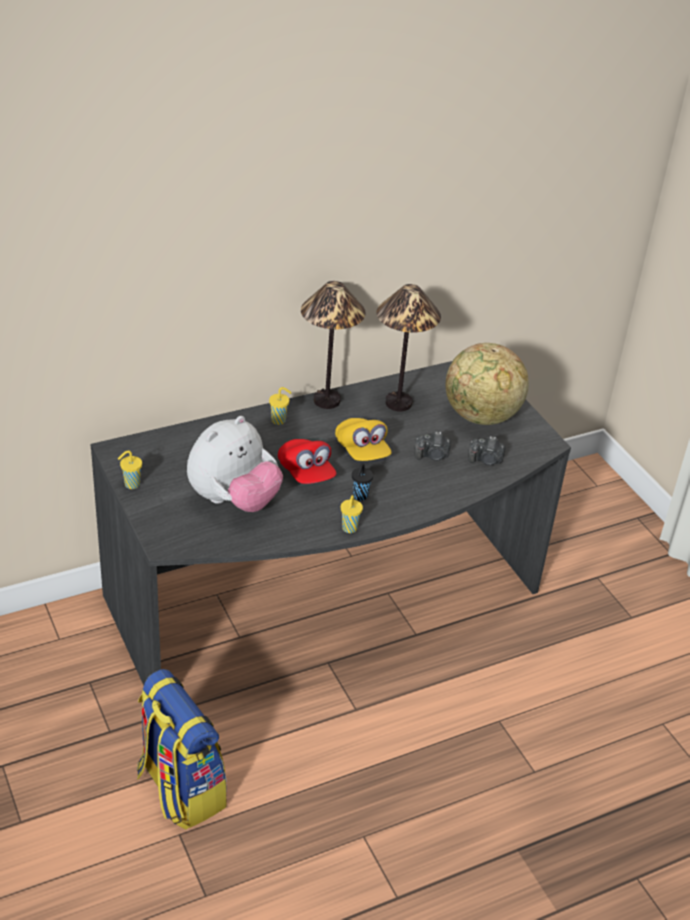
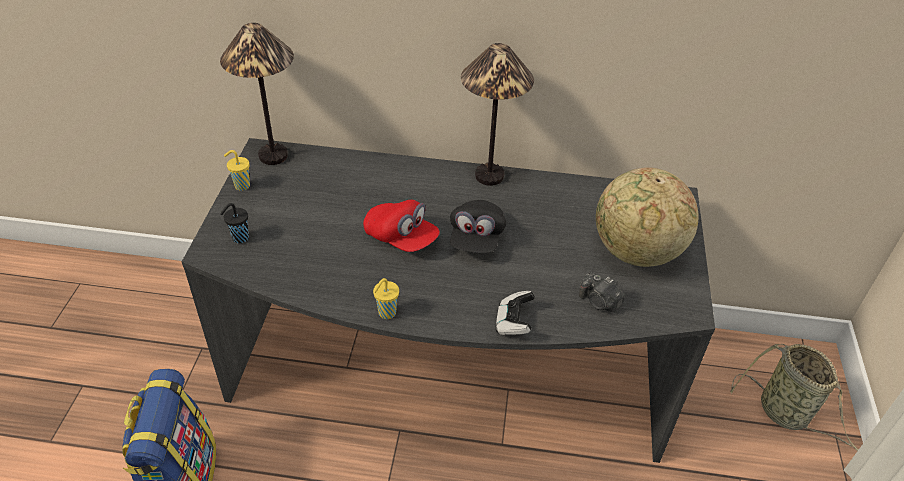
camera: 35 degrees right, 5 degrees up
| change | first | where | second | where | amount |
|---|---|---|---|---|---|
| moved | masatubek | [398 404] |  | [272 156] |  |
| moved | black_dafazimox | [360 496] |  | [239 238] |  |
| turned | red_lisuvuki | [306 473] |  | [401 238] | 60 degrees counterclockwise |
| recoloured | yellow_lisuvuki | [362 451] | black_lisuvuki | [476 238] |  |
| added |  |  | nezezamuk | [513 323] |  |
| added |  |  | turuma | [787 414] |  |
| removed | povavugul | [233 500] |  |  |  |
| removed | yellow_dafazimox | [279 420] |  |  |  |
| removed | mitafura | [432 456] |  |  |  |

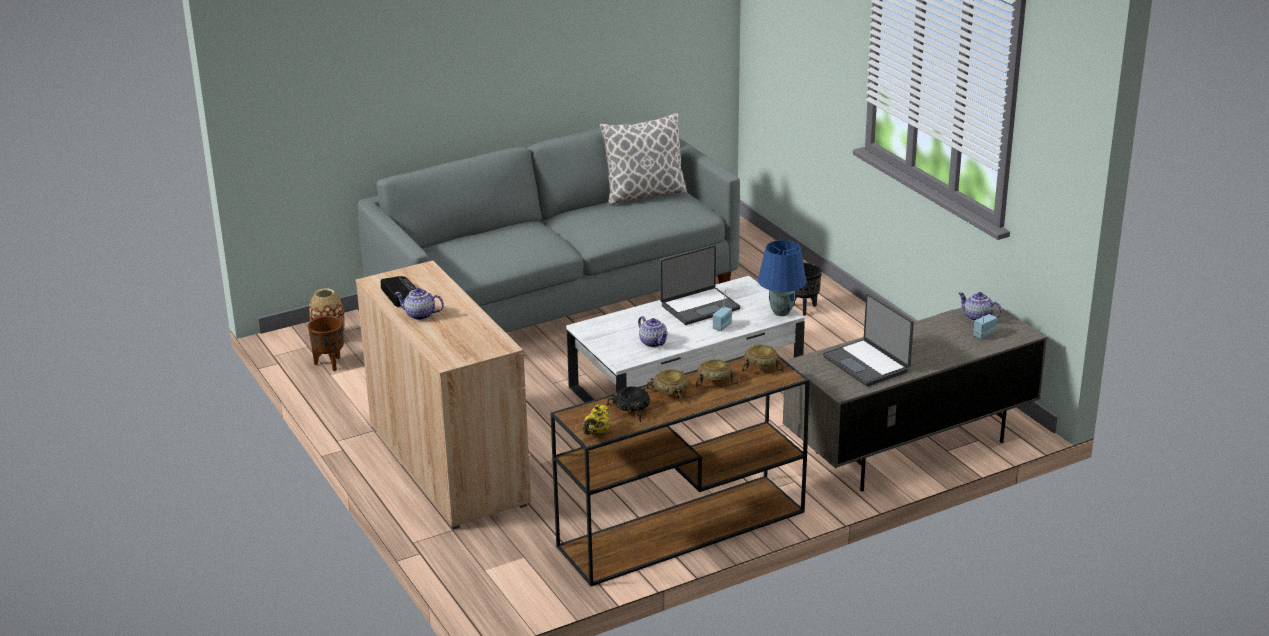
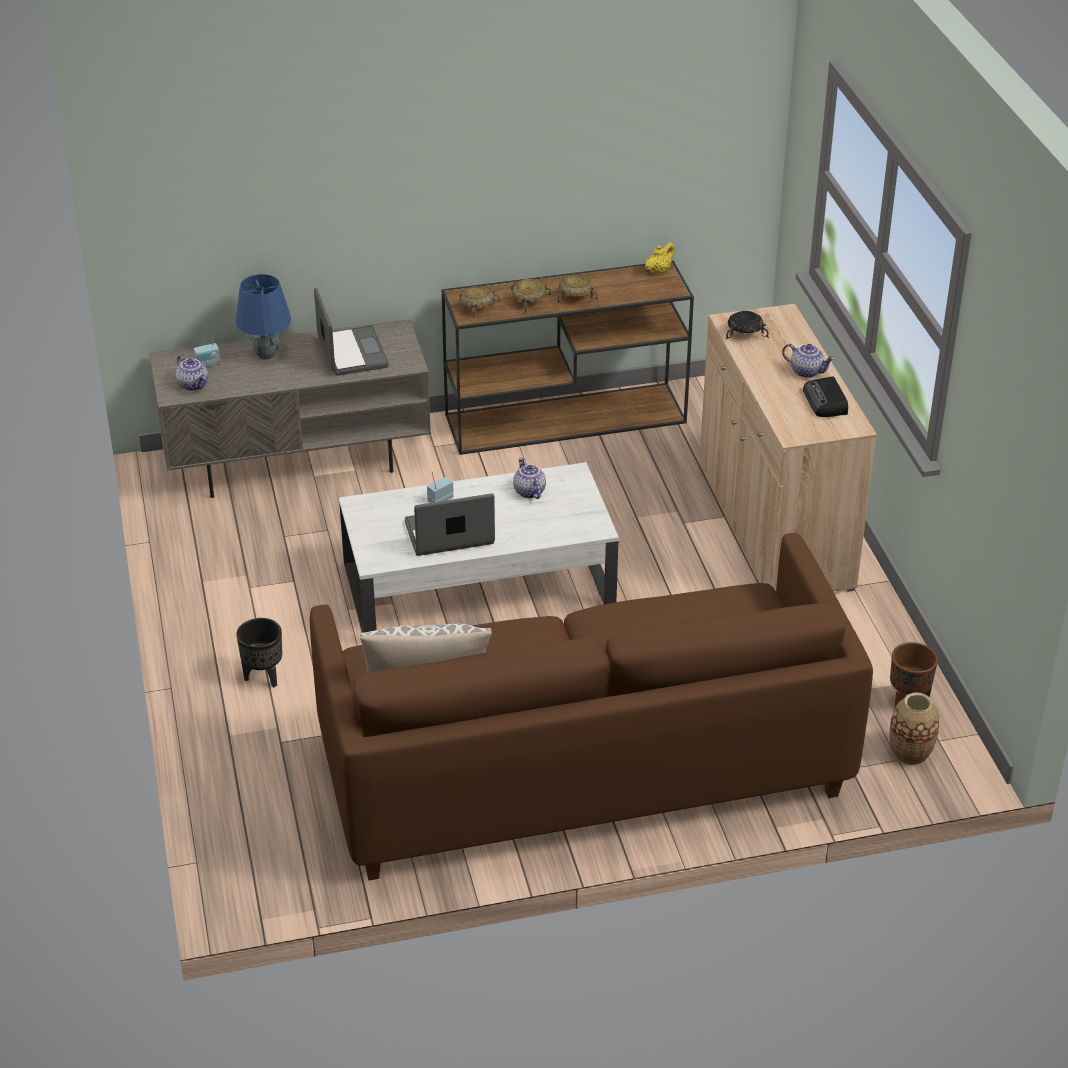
camera: 165 degrees left, 10 degrees up
| change | first | where | second | where | amount |
|---|---|---|---|---|---|
| moved | blue_masatubek | [781 312] |  | [266 355] |  |
| recoloured | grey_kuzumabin | [555 298] | brown_kuzumabin | [583 767] |  |
| moved | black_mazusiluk | [631 409] |  | [745 334] |  |

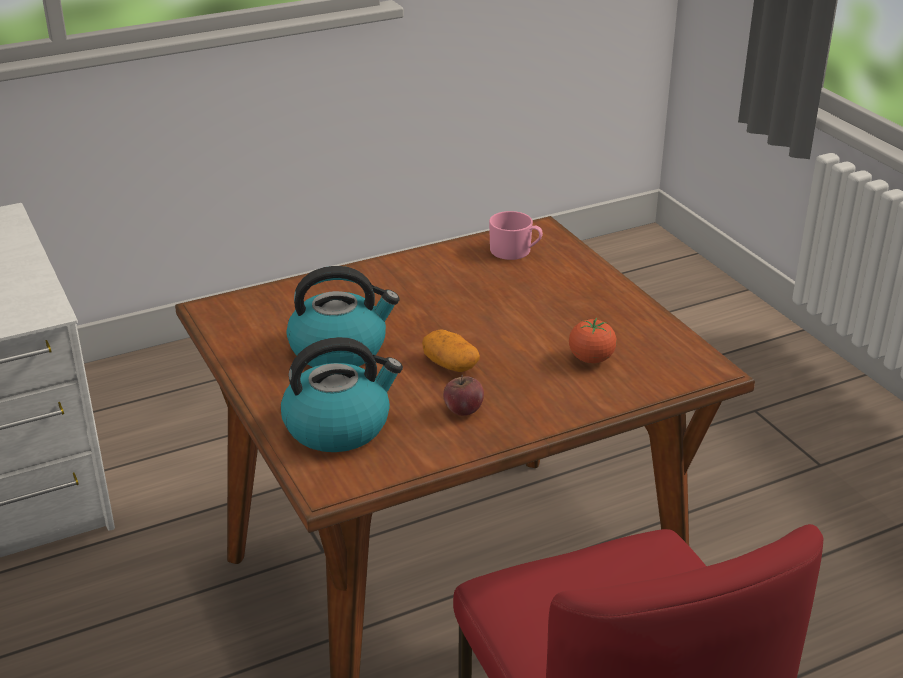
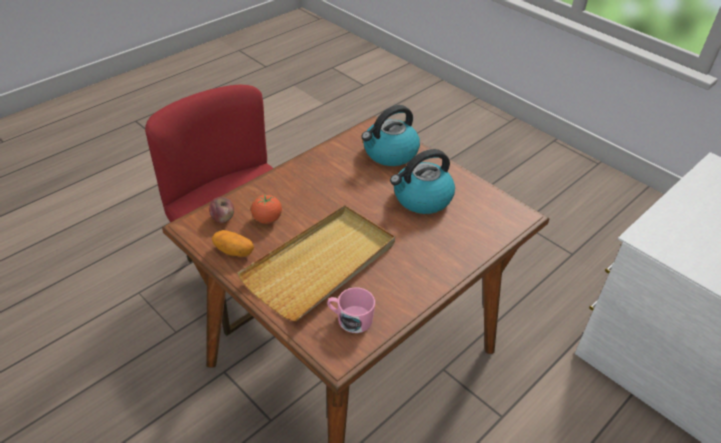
camera: 160 degrees right, 10 degrees up
| change | first | where | second | where | amount |
|---|---|---|---|---|---|
| moved | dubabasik | [463 410] |  | [223 218] |  |
| moved | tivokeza | [450 365] |  | [234 251] |  |
| added |  |  | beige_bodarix | [321 264] |  |

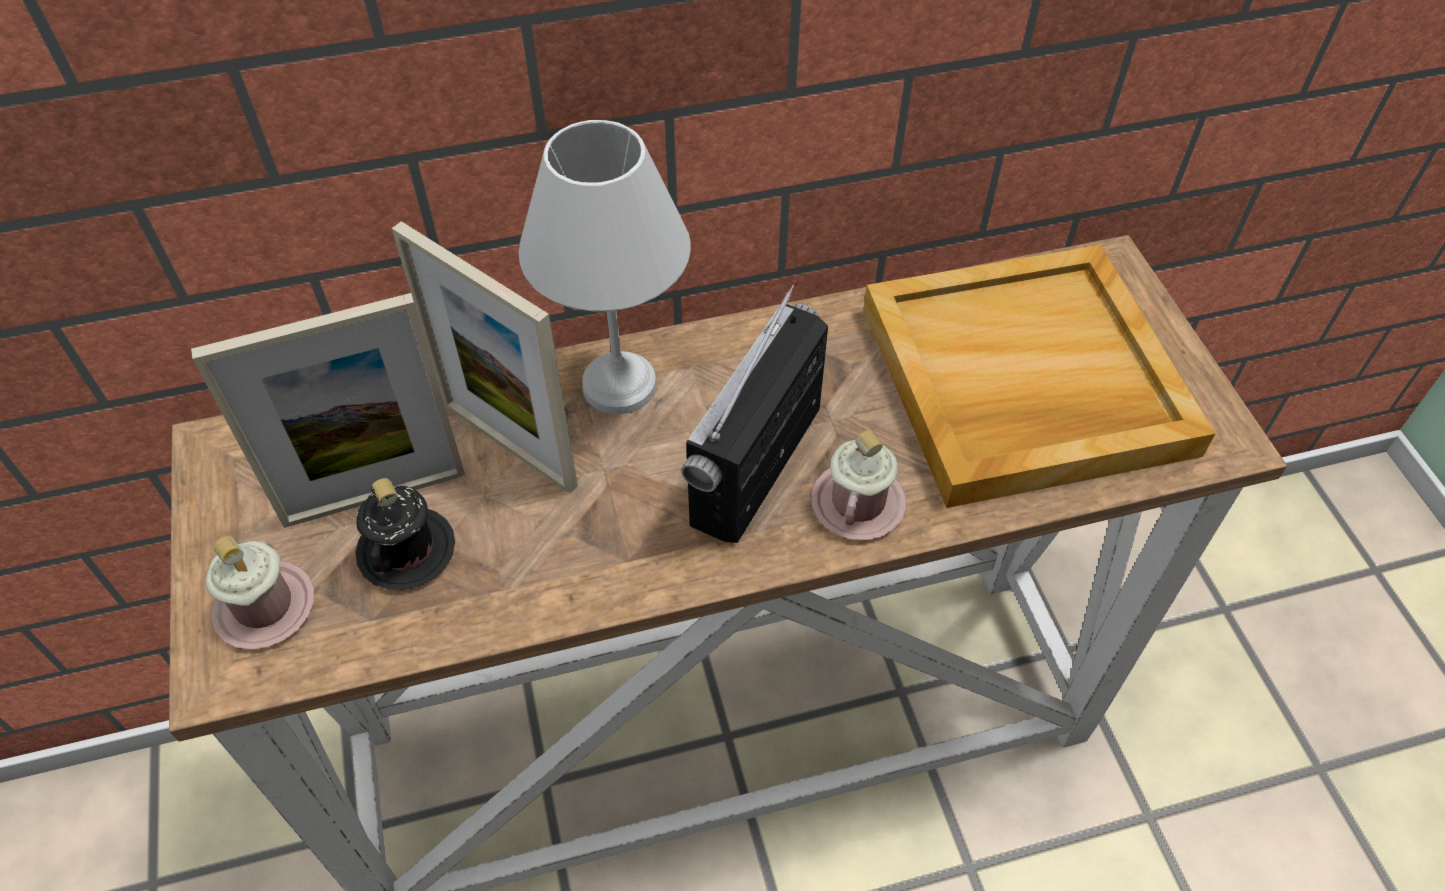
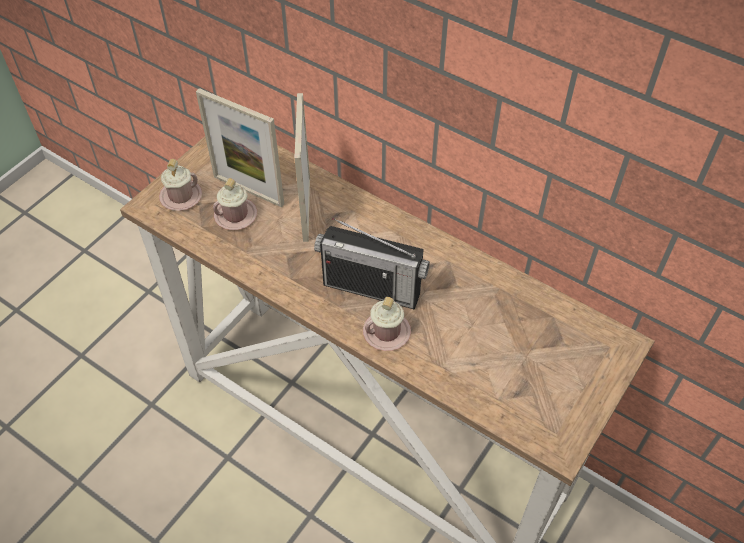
camera: 50 degrees right, 0 degrees up
| change | first | where | second | where | amount |
|---|---|---|---|---|---|
| recoloured | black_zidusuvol | [407 551] | pink_zidusuvol | [235 215] |  |
| turned | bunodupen | [756 465] |  | [372 288] | 150 degrees counterclockwise |
| removed | white_masatubek | [616 384] |  |  |  |
| removed | beige_bodarix | [1023 382] |  |  |  |

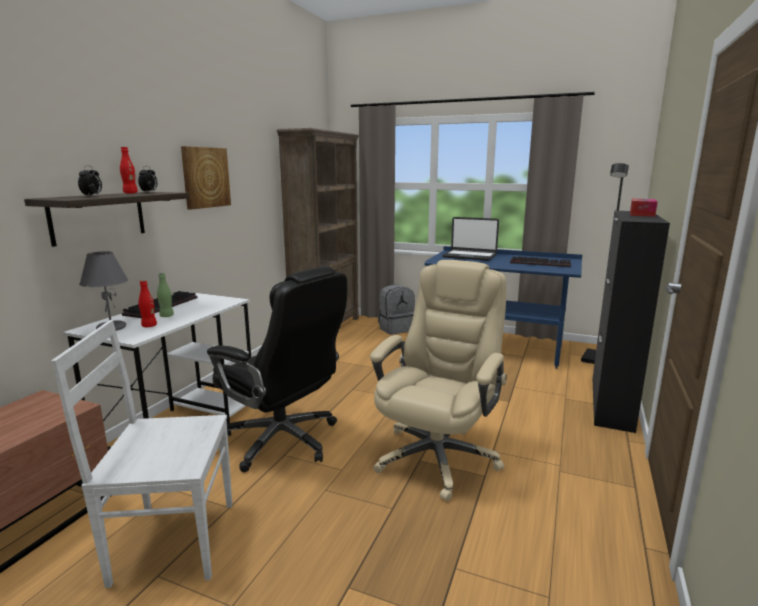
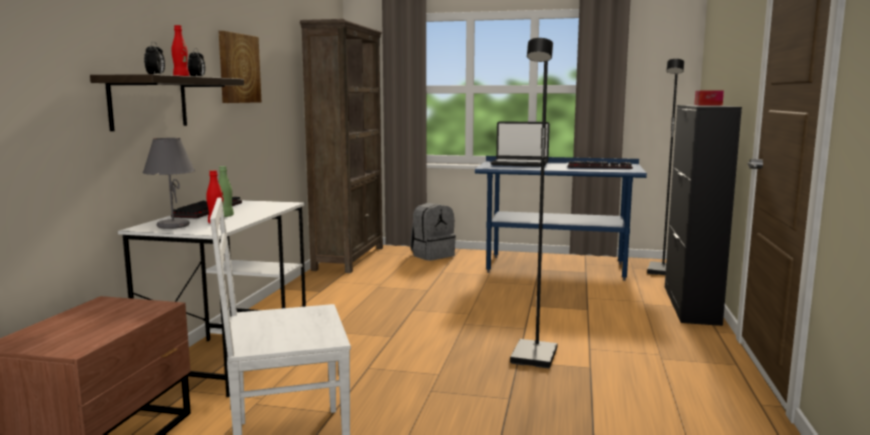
camera: 10 degrees left, 5 degrees down
| change | first | where | second | where | amount |
|---|---|---|---|---|---|
| replaced | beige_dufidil | [438 456] | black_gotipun | [535 357] |  |
| removed | black_dufidil | [284 440] |  |  |  |

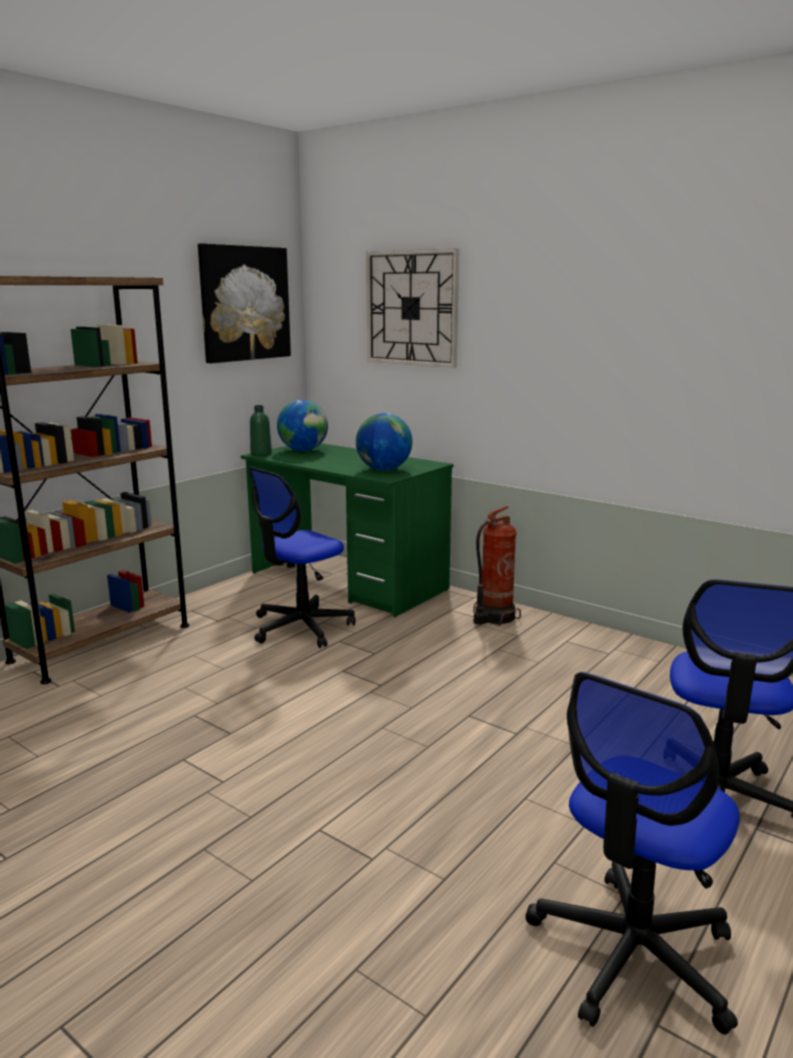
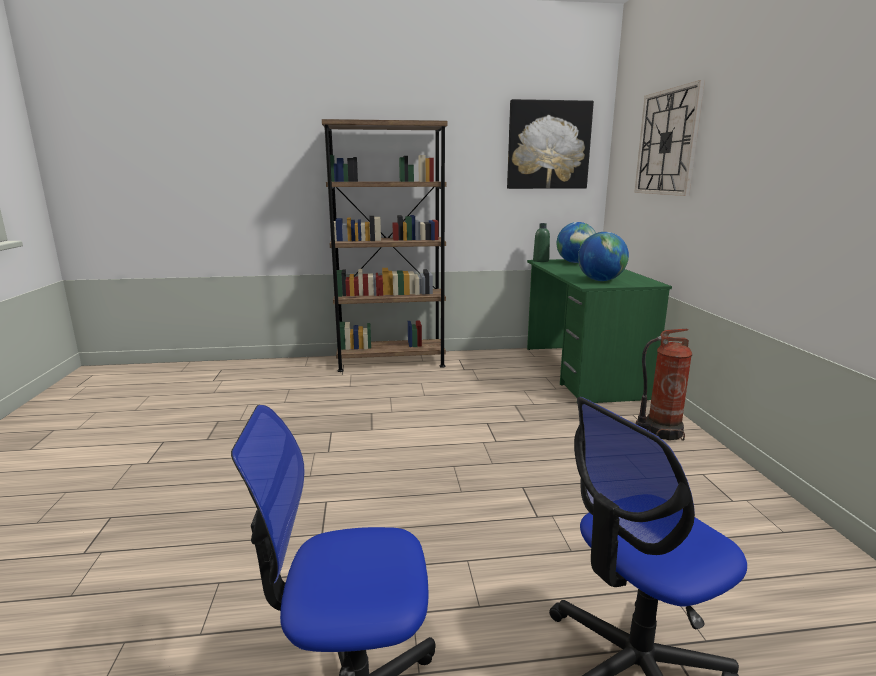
camera: 45 degrees right, 0 degrees up
| change | first | where | second | where | amount |
|---|---|---|---|---|---|
| removed | dufidil | [301 627] |  |  |  |

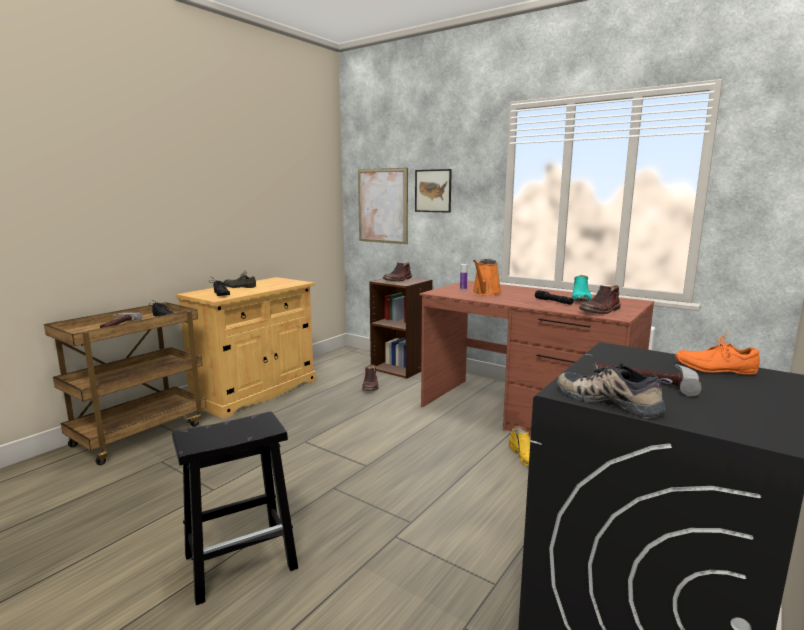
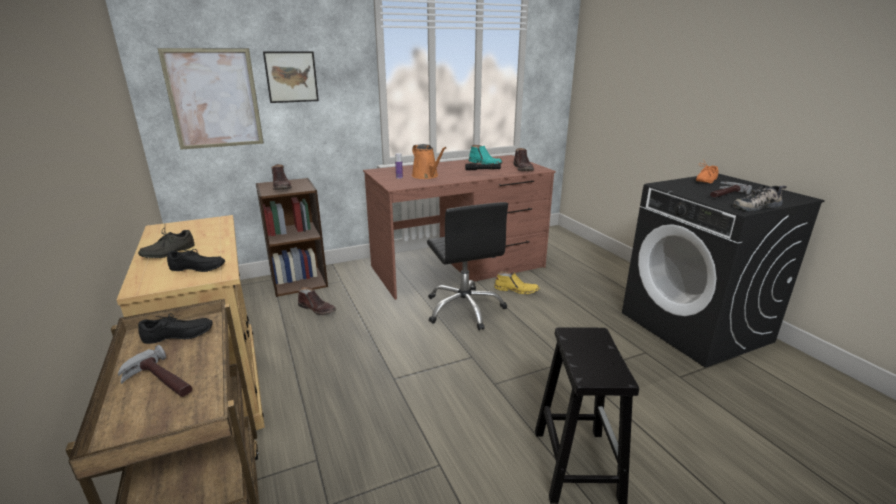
camera: 60 degrees left, 10 degrees up
| change | first | where | second | where | amount |
|---|---|---|---|---|---|
| added |  |  | black_dufidil | [464 309] |  |

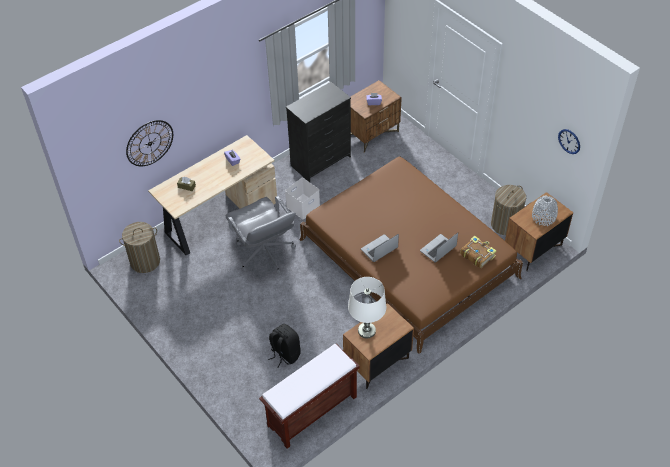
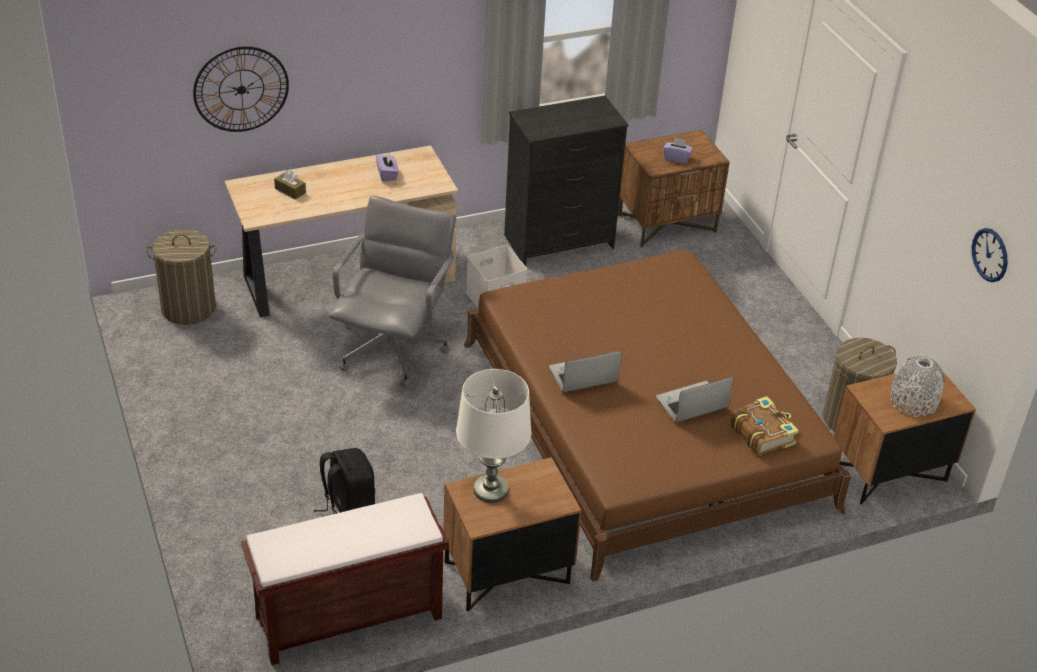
camera: 15 degrees right, 10 degrees down
| change | first | where | second | where | amount |
|---|---|---|---|---|---|
| turned | grey_dufidil | [264 254] |  | [393 350] | 150 degrees counterclockwise |

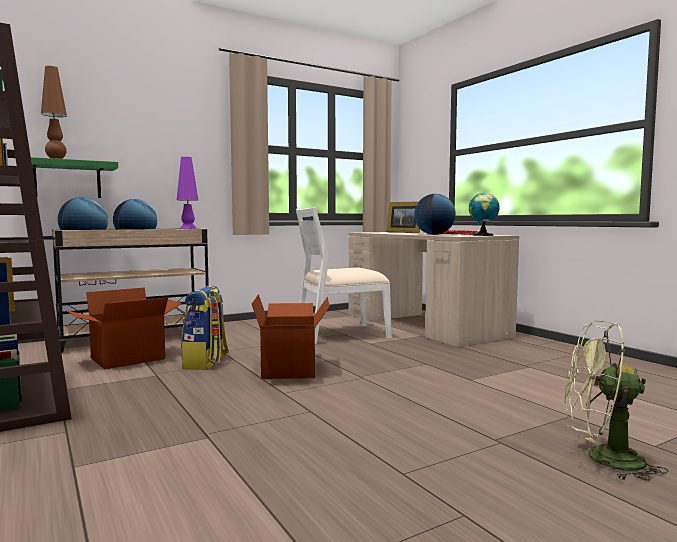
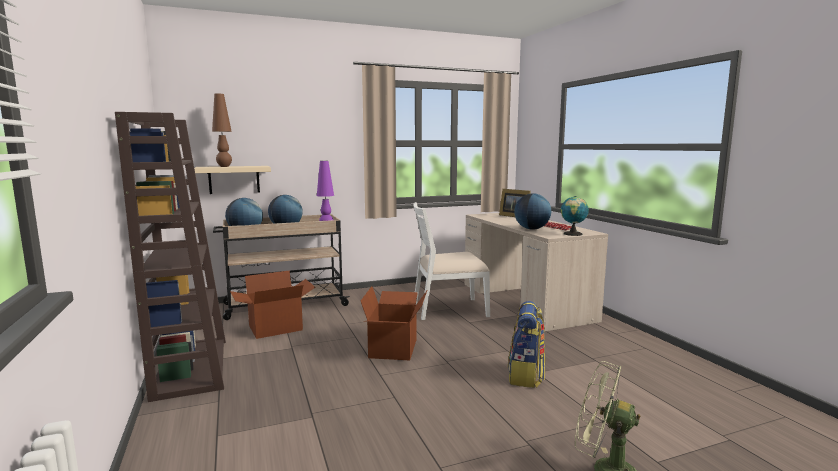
camera: 10 degrees right, 5 degrees up
| change | first | where | second | where | amount |
|---|---|---|---|---|---|
| recoloured | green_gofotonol | [67 180] | beige_gofotonol | [234 179] |  |
| moved | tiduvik | [206 363] |  | [526 376] |  |

